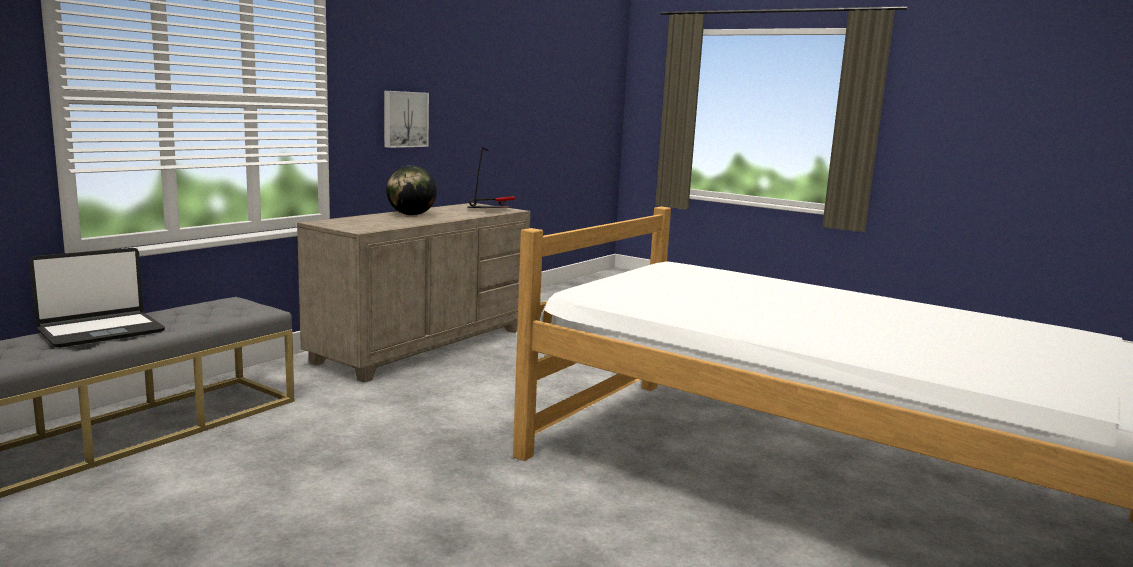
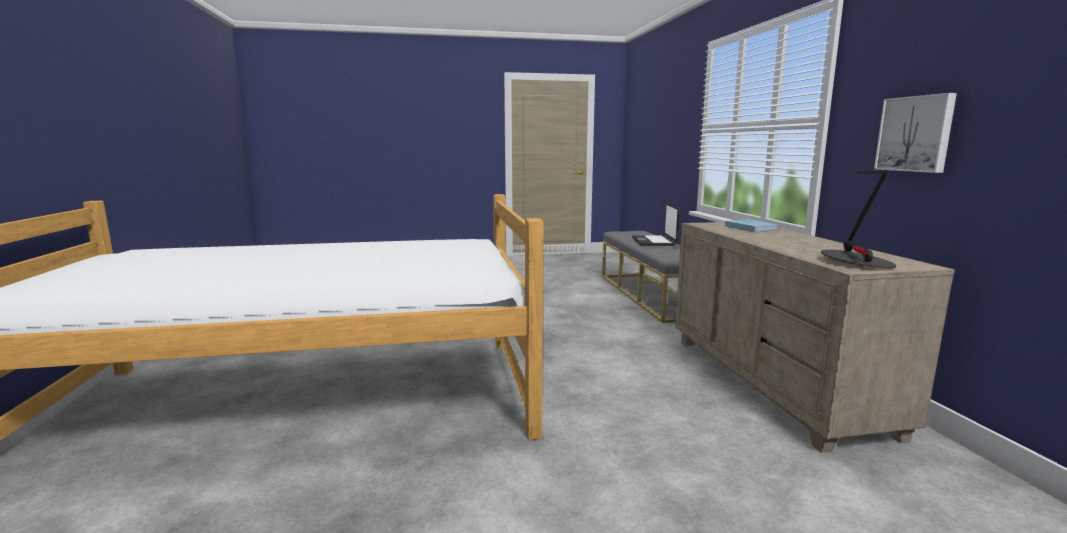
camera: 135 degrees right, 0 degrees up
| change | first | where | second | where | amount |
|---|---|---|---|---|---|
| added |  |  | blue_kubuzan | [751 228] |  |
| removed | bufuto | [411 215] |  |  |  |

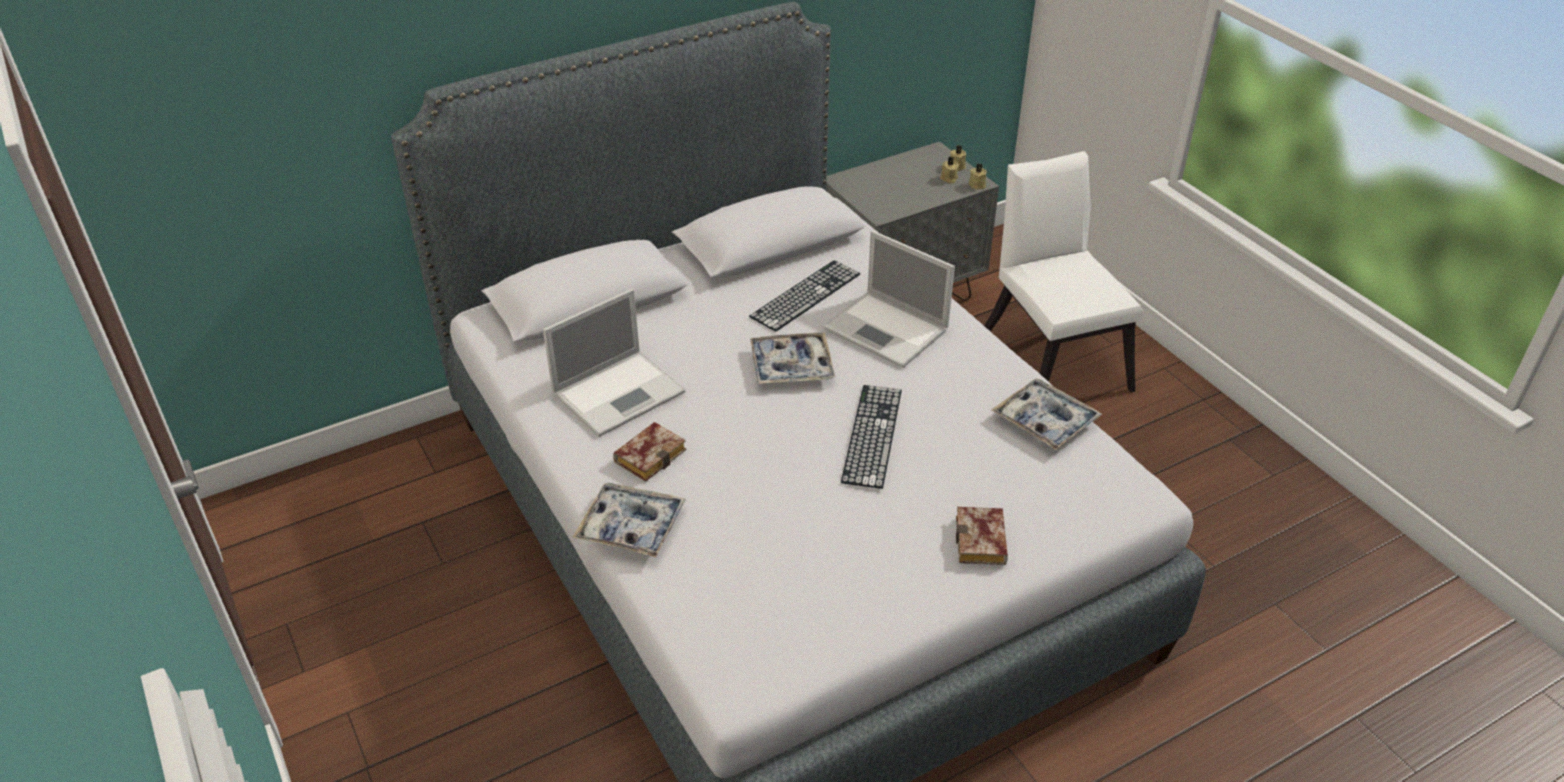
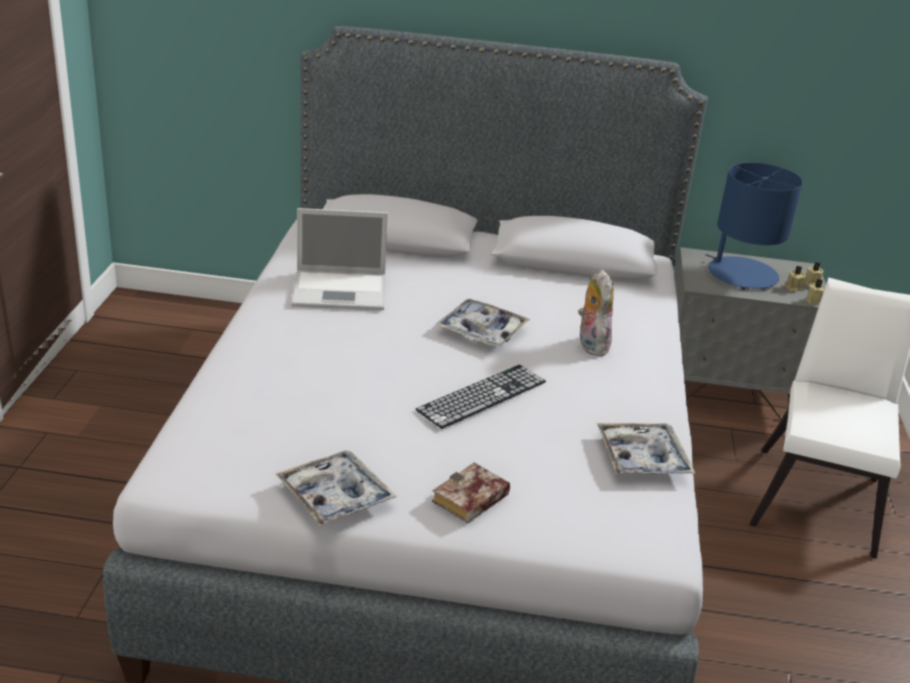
camera: 35 degrees right, 10 degrees down
| change | first | where | second | where | amount |
|---|---|---|---|---|---|
| moved | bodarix | [631 527] |  | [335 496] |  |
| replaced | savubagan | [888 330] | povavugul | [590 344] |  |
| added |  |  | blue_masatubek | [742 274] |  |
| removed | kubuzan | [650 454] |  |  |  |
| removed | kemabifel | [805 295] |  |  |  |

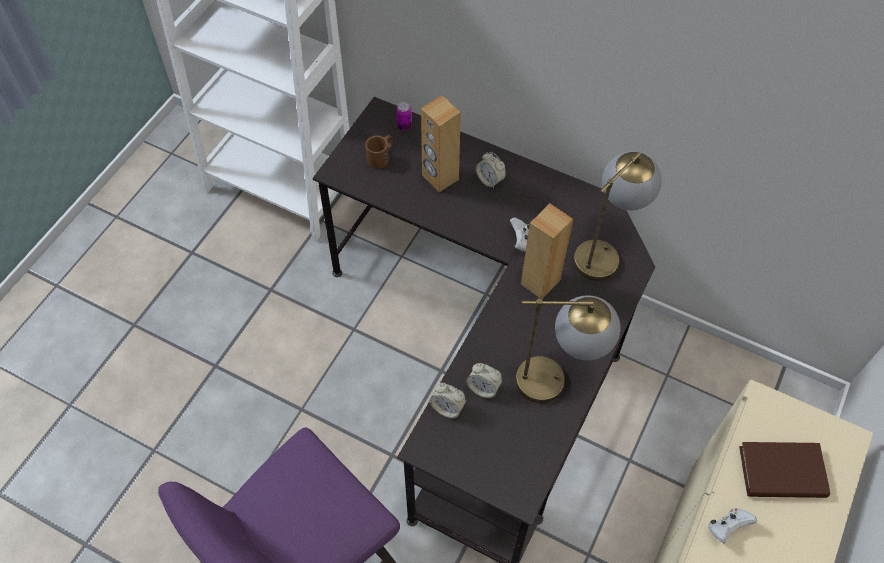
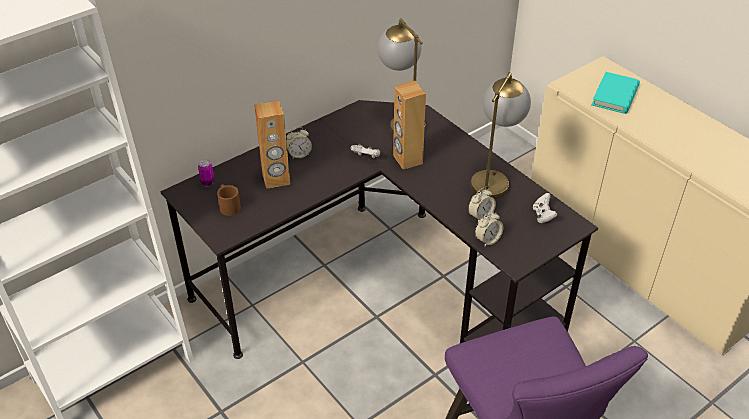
camera: 65 degrees left, 15 degrees down
| change | first | where | second | where | amount |
|---|---|---|---|---|---|
| moved | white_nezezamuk | [727 528] |  | [543 215] |  |
| recoloured | brown_kubuzan | [781 472] | turquoise_kubuzan | [615 96] |  |

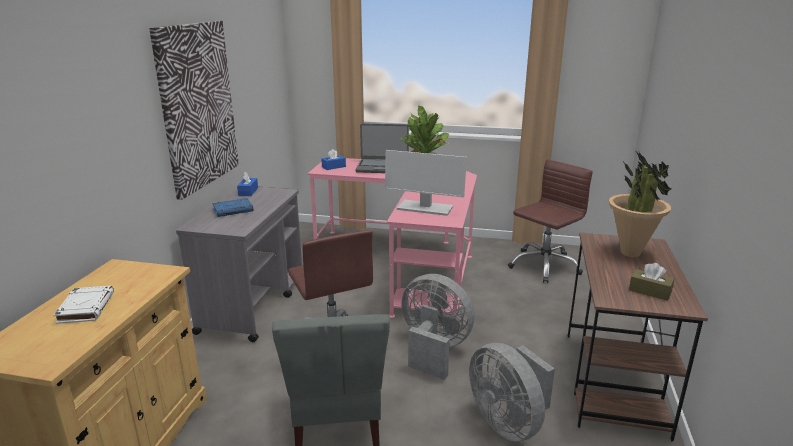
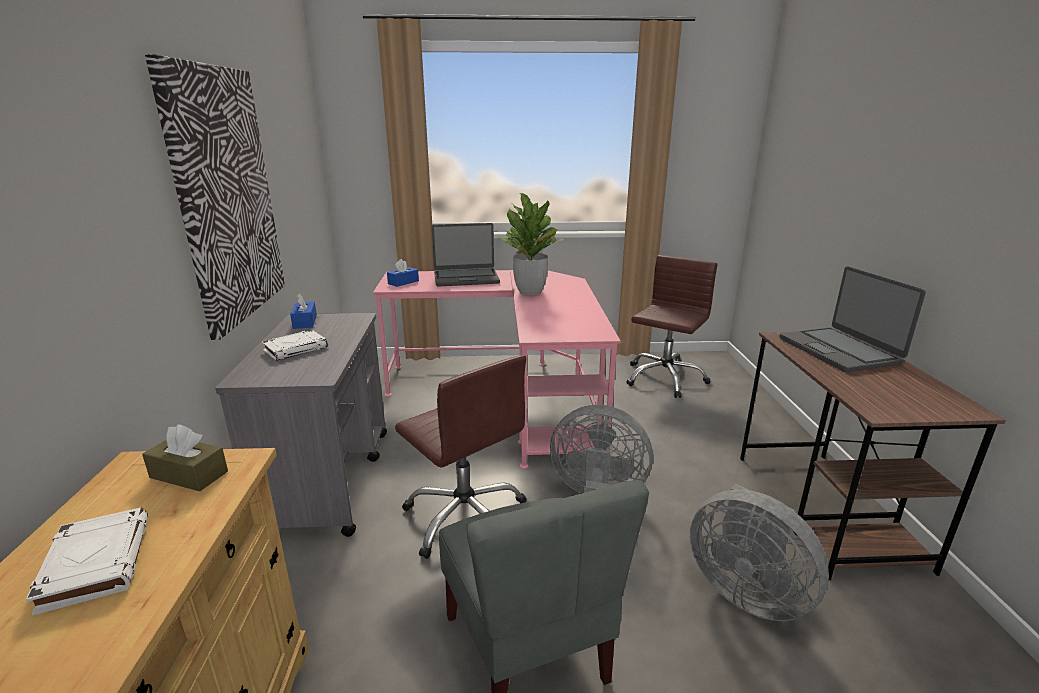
camera: 15 degrees left, 0 degrees up
| change | first | where | second | where | amount |
|---|---|---|---|---|---|
| moved | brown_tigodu | [650 291] |  | [189 474] |  |
| recoloured | blue_kubuzan | [233 210] | white_kubuzan | [296 349] |  |
| replaced | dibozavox | [631 253] | savubagan | [839 350] |  |
| removed | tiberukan | [424 208] |  |  |  |

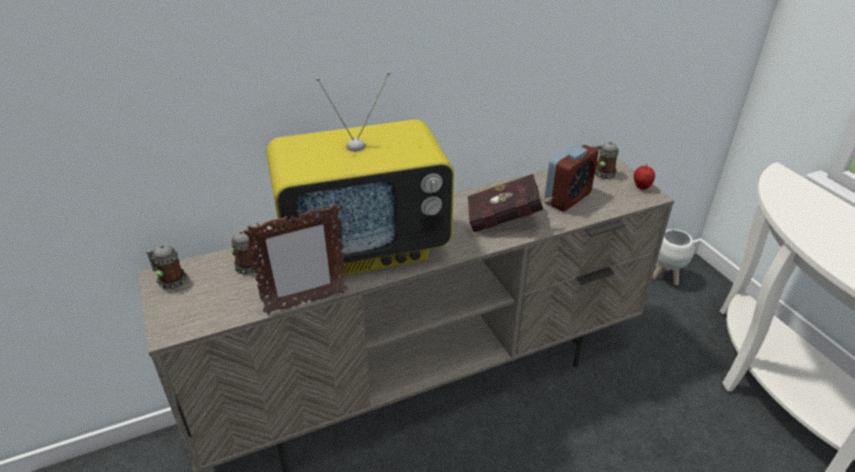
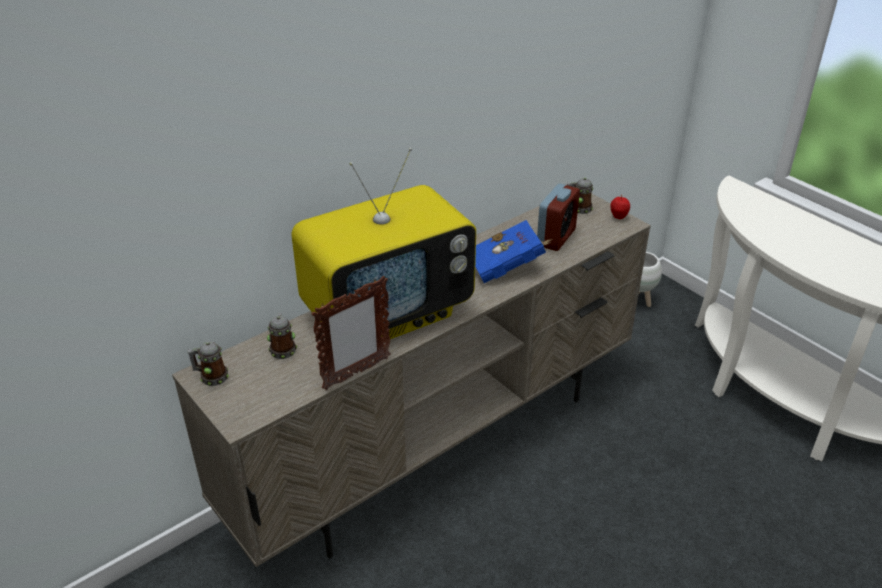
camera: 15 degrees left, 0 degrees up
| change | first | where | second | where | amount |
|---|---|---|---|---|---|
| recoloured | red_kubuzan | [506 220] | blue_kubuzan | [508 268] |  |

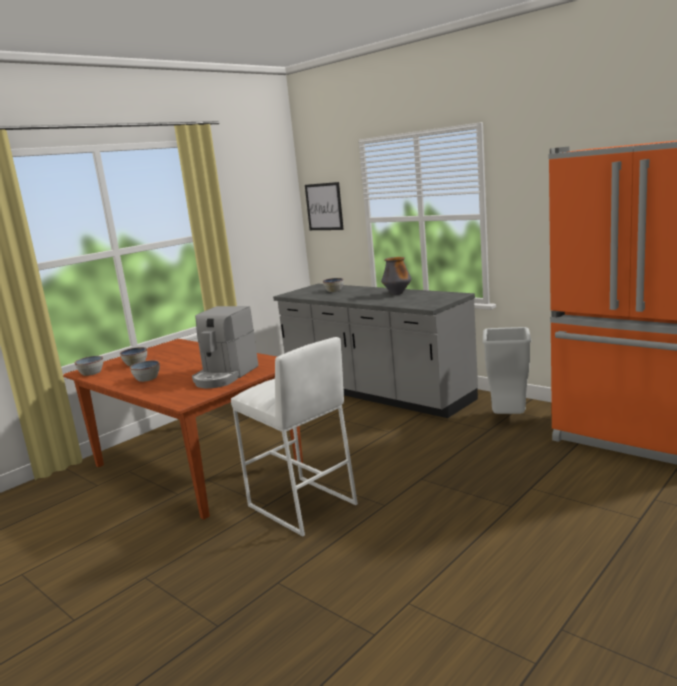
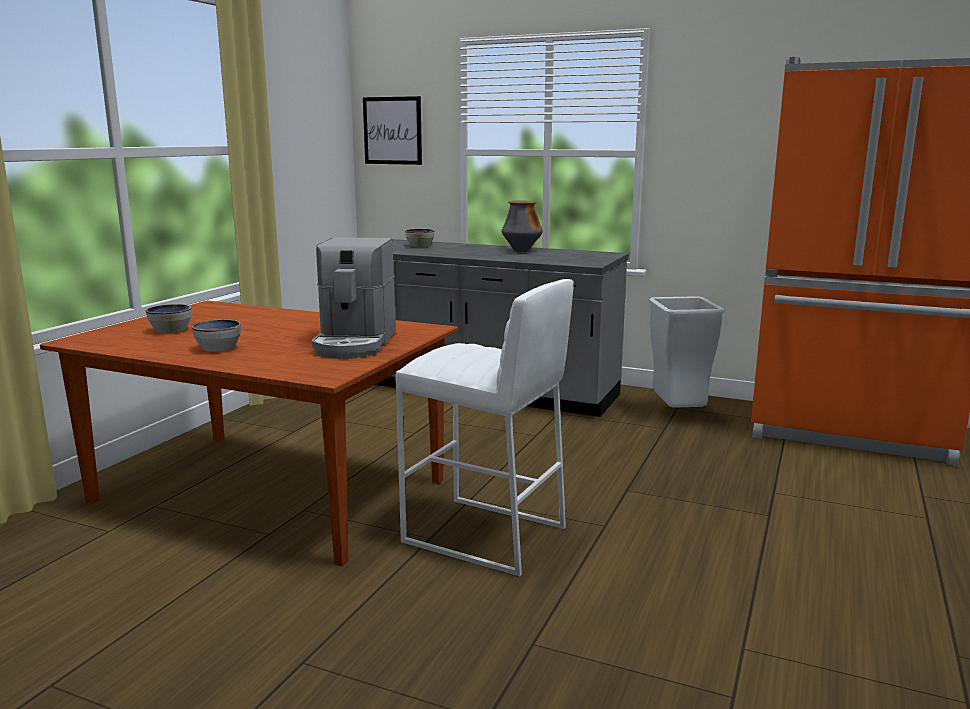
camera: 20 degrees left, 0 degrees up
| change | first | where | second | where | amount |
|---|---|---|---|---|---|
| removed | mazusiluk | [91 373] |  |  |  |

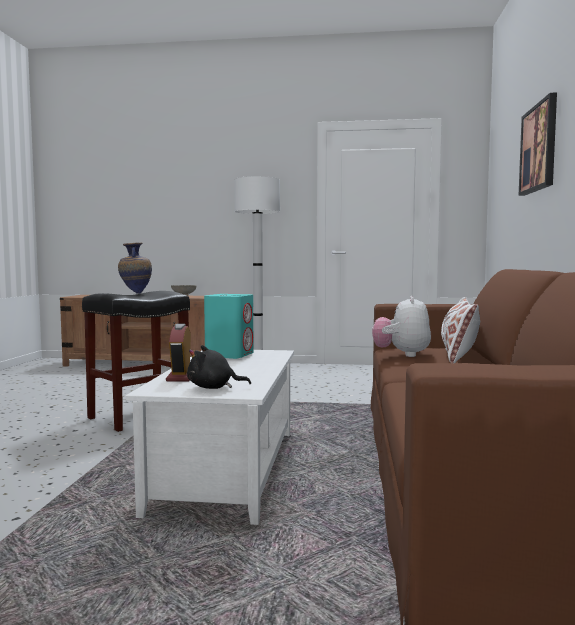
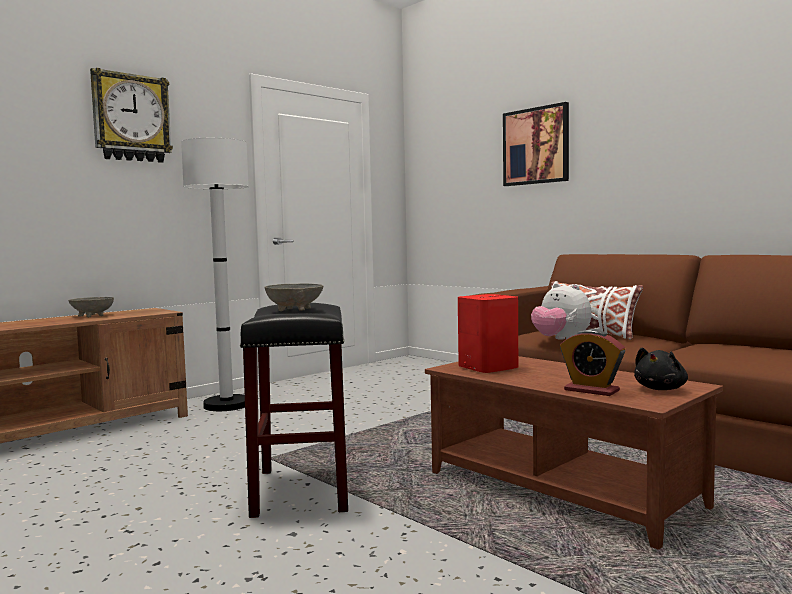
camera: 50 degrees left, 0 degrees up
| change | first | where | second | where | amount |
|---|---|---|---|---|---|
| added |  |  | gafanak | [131 118] |  |
| replaced | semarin | [135 293] | grey_mazusiluk | [293 310] |  |
| recoloured | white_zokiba | [229 470] | brown_zokiba | [563 489] |  |
| recoloured | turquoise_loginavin | [229 355] | red_loginavin | [487 367] |  |

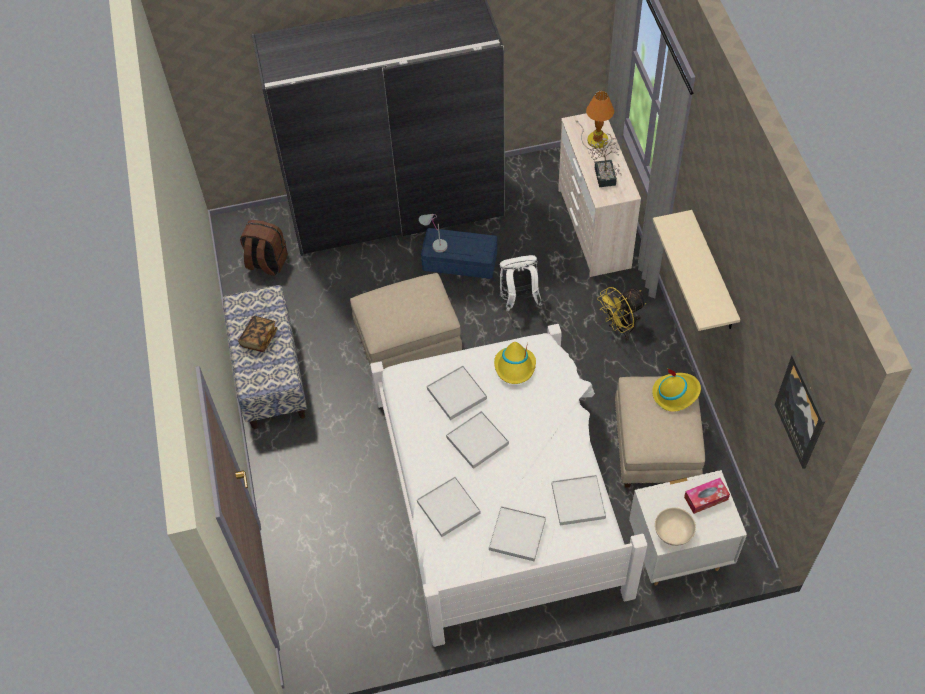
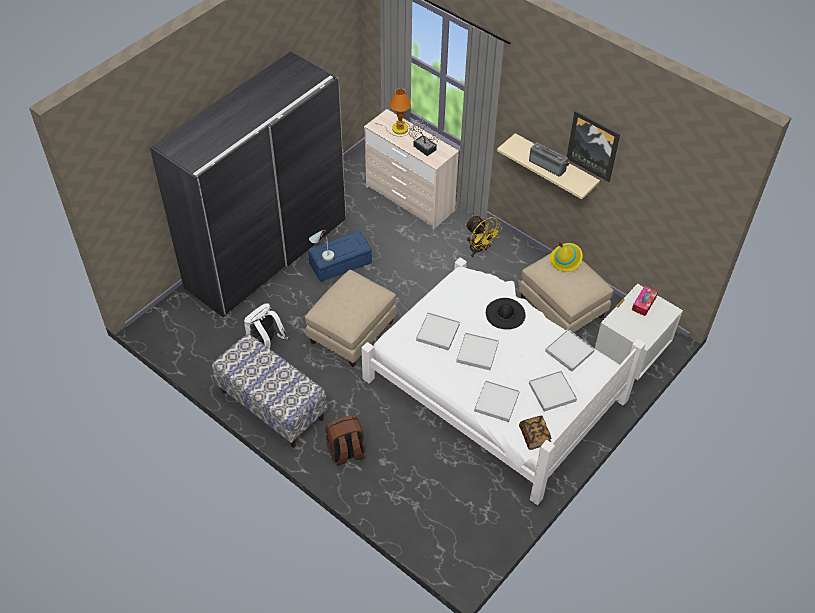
camera: 40 degrees left, 5 degrees down
| change | first | where | second | where | amount |
|---|---|---|---|---|---|
| moved | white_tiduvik | [519 300] |  | [265 344] |  |
| moved | brown_tiduvik | [266 263] |  | [346 452] |  |
| turned | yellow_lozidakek | [620 328] |  | [479 250] | 60 degrees counterclockwise |
| added |  |  | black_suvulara | [505 313] |  |
| moved | kubuzan | [259 338] |  | [534 436] |  |
| added |  |  | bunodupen | [548 165] |  |
| moved | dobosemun | [801 411] |  | [593 145] |  |
| removed | yellow_suvulara | [515 367] |  |  |  |
| removed | beige_mazusiluk | [673 533] |  |  |  |

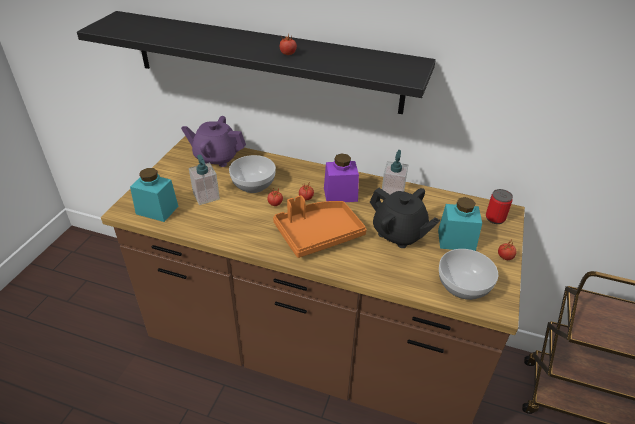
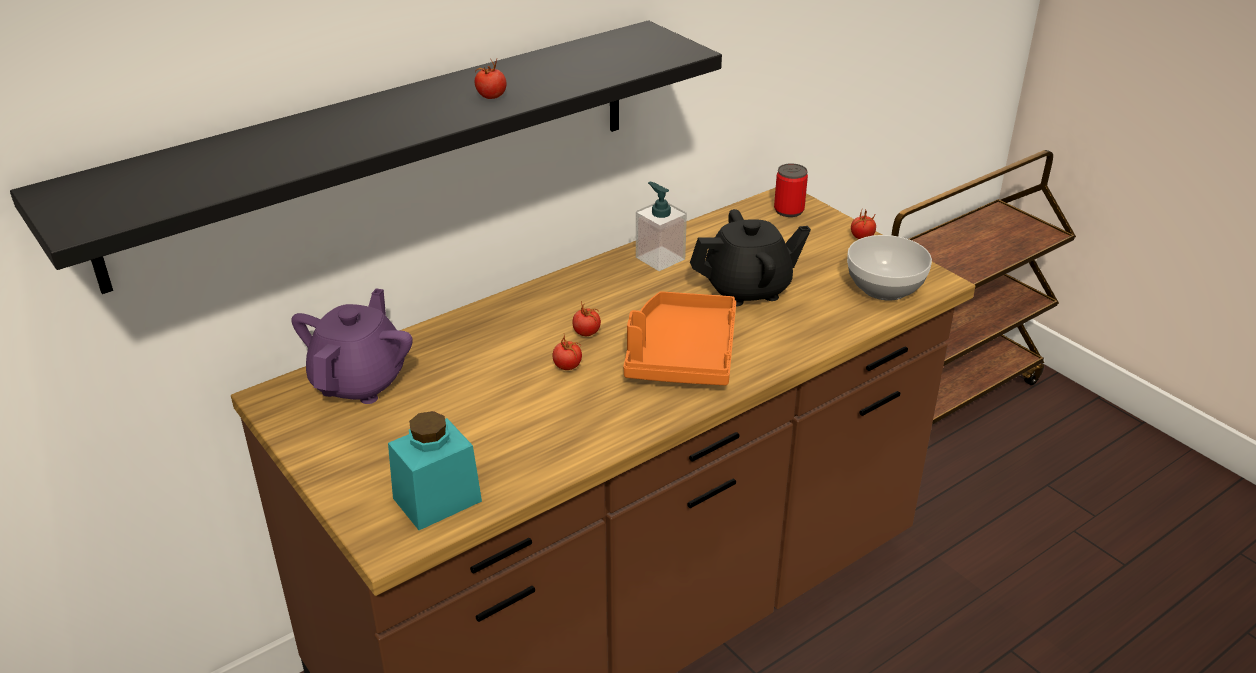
camera: 55 degrees left, 5 degrees down
| change | first | where | second | where | amount |
|---|---|---|---|---|---|
| turned | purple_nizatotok | [216 157] |  | [360 382] | 150 degrees clockwise |
| removed | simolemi | [206 196] |  |  |  |
| removed | mazusiluk | [253 185] |  |  |  |
| removed | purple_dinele | [340 194] |  |  |  |
| removed | turquoise_dinele | [456 240] |  |  |  |

